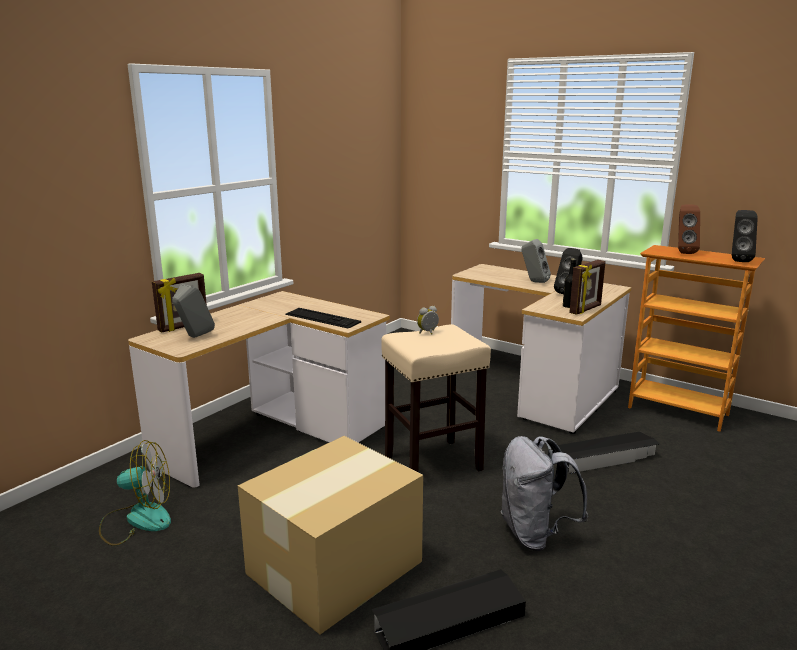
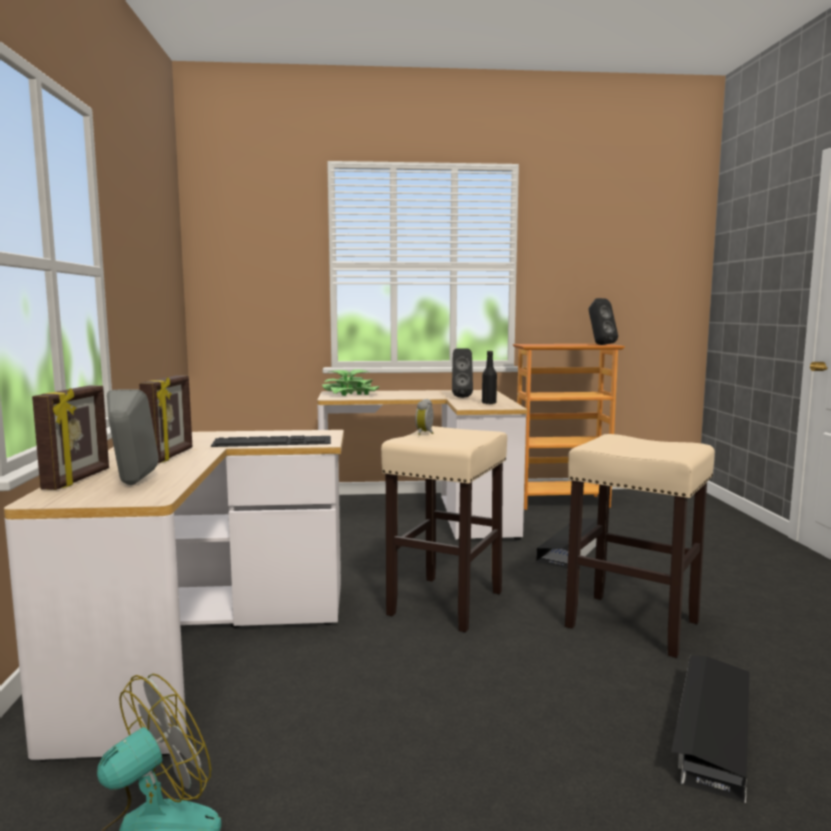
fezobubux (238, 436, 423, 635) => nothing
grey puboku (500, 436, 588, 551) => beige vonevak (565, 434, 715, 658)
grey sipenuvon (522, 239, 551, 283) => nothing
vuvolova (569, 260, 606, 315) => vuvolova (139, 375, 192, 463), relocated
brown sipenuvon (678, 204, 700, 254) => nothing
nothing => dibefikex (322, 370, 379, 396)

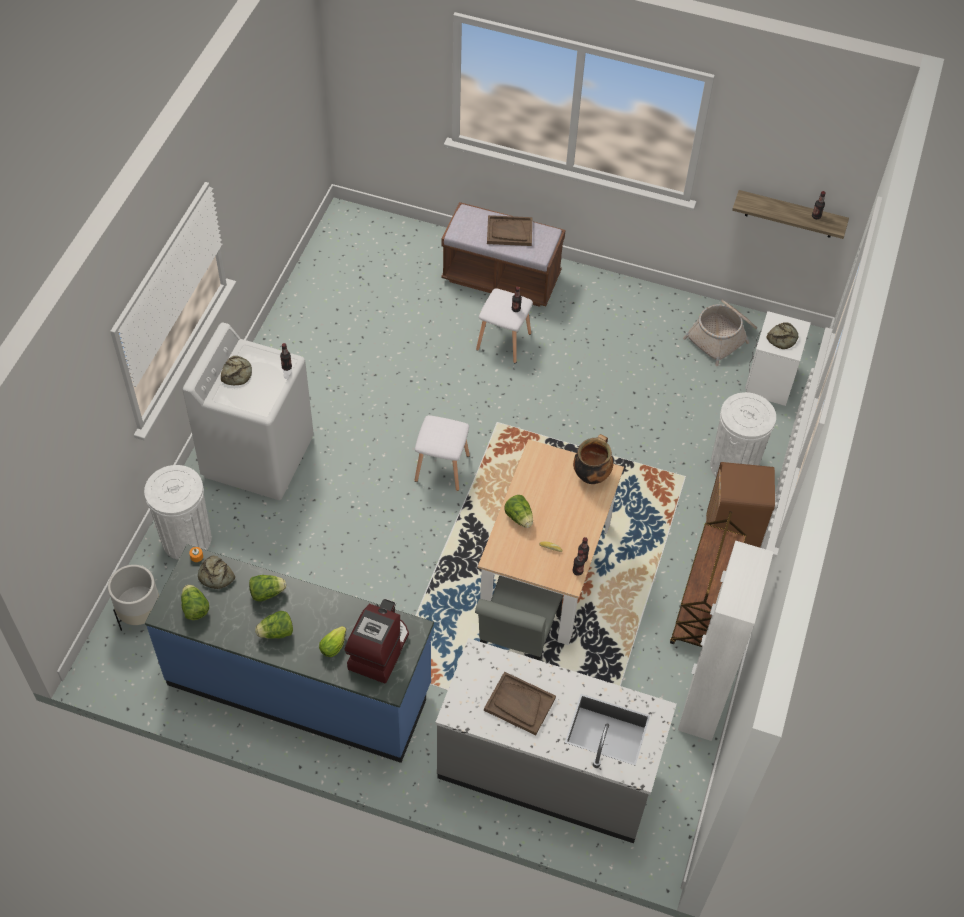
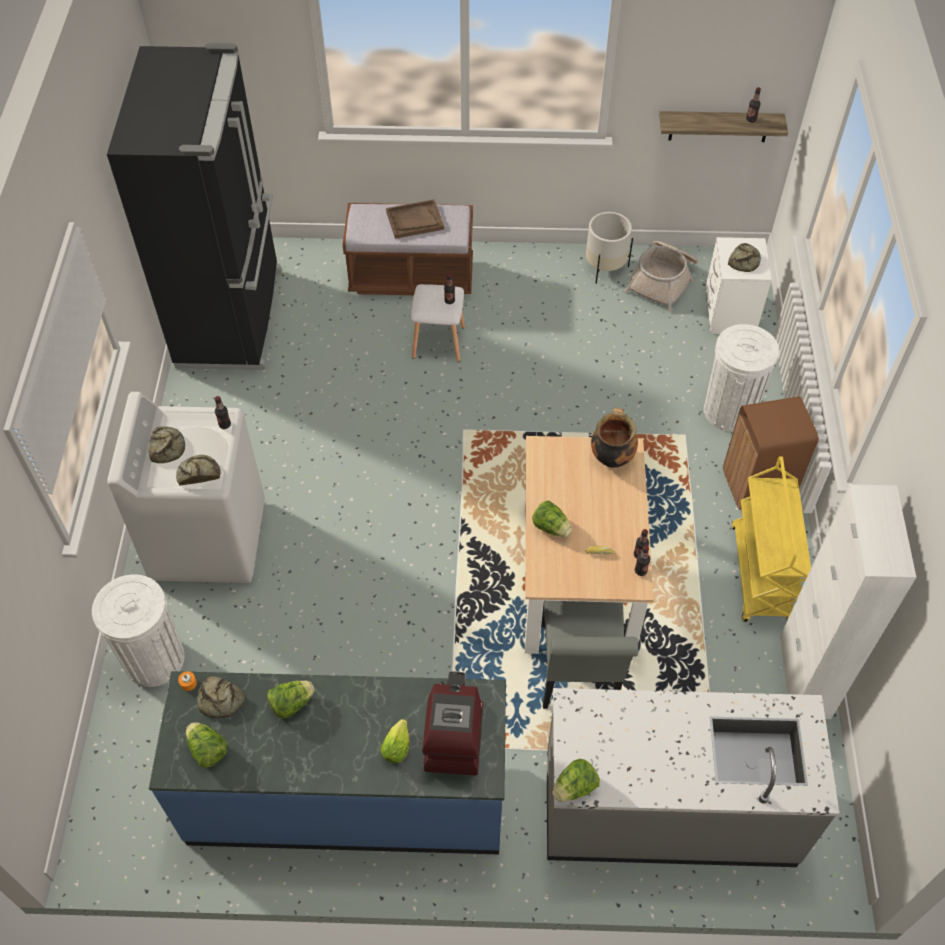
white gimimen (108, 565, 159, 631) => white gimimen (586, 212, 633, 284), relocated
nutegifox (255, 611, 293, 639) => nutegifox (552, 759, 600, 802), relocated
white vonevak (414, 415, 470, 491) => nothing
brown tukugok (484, 672, 556, 735) => nothing
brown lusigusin (670, 511, 746, 647) => yellow lusigusin (732, 456, 811, 622)
nothing => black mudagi (107, 43, 282, 370)
nothing => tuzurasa (176, 455, 221, 486)

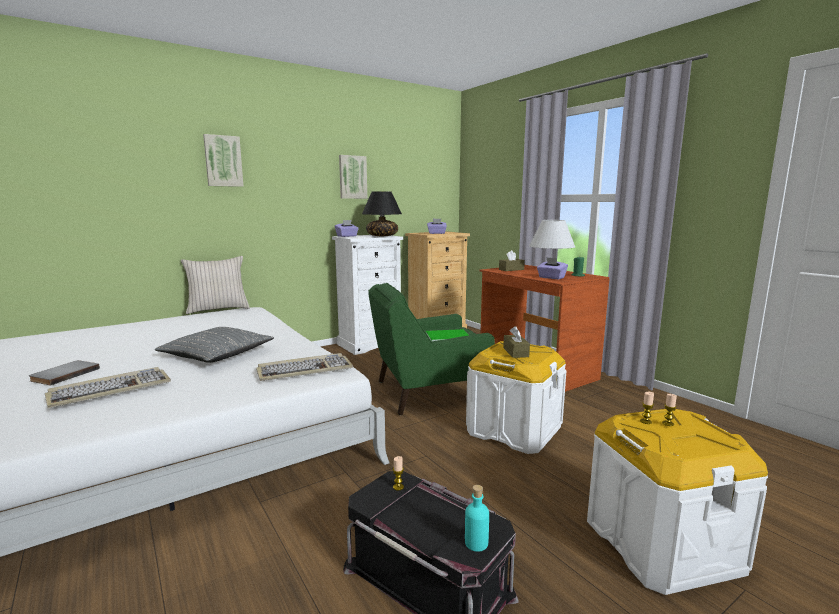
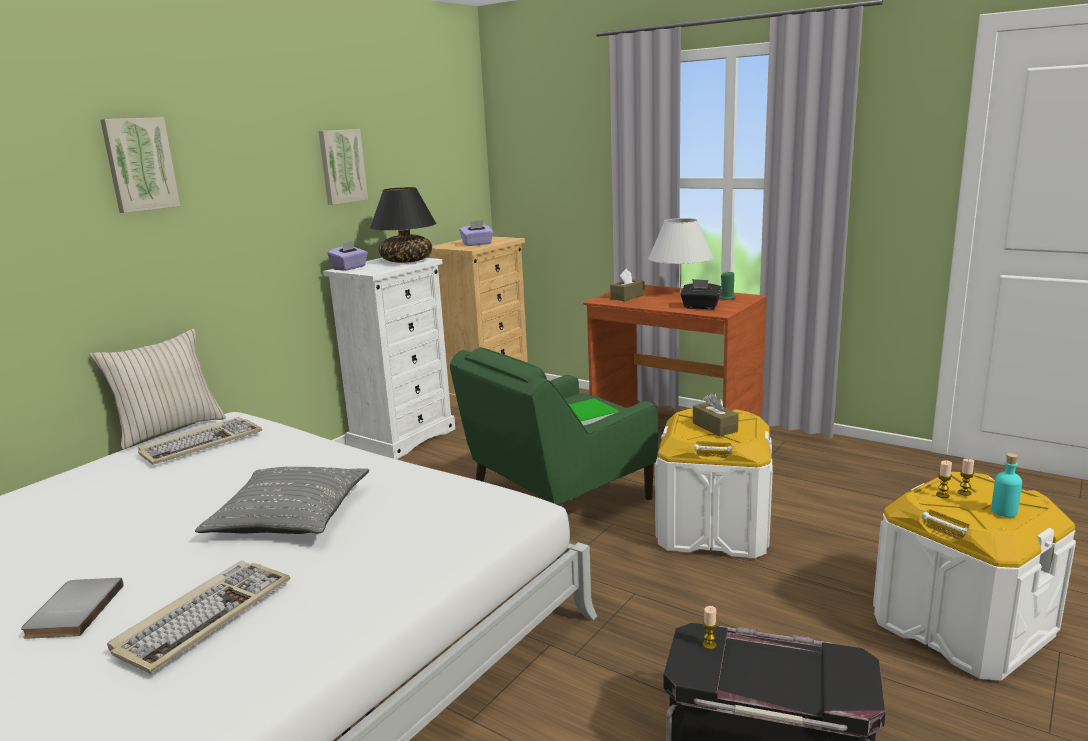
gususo (256, 353, 353, 381) => gususo (138, 417, 262, 465), relocated
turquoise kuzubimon (465, 485, 489, 552) => turquoise kuzubimon (991, 453, 1022, 517), relocated
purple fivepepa (537, 257, 568, 279) => black fivepepa (681, 279, 721, 309)

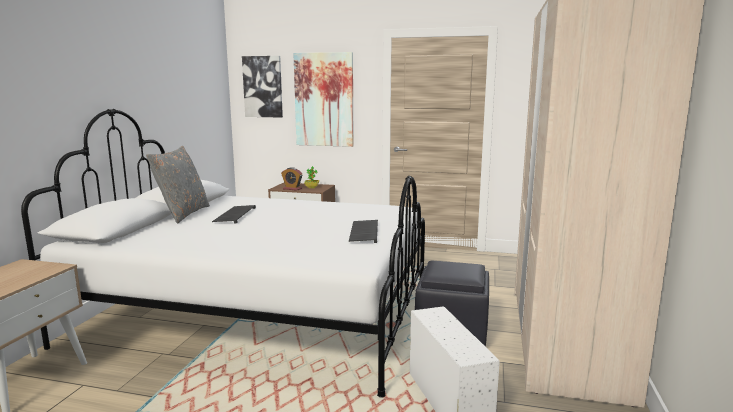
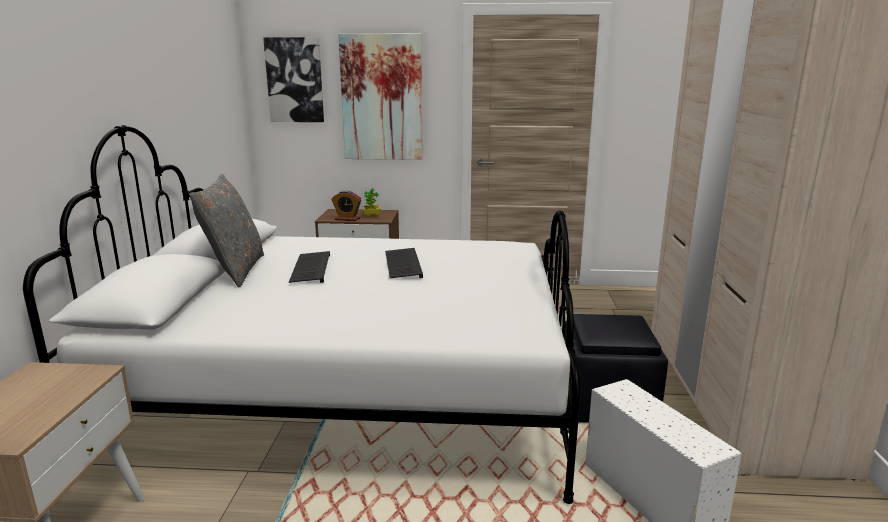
gususo (349, 220, 378, 243) => gususo (385, 248, 423, 278), relocated

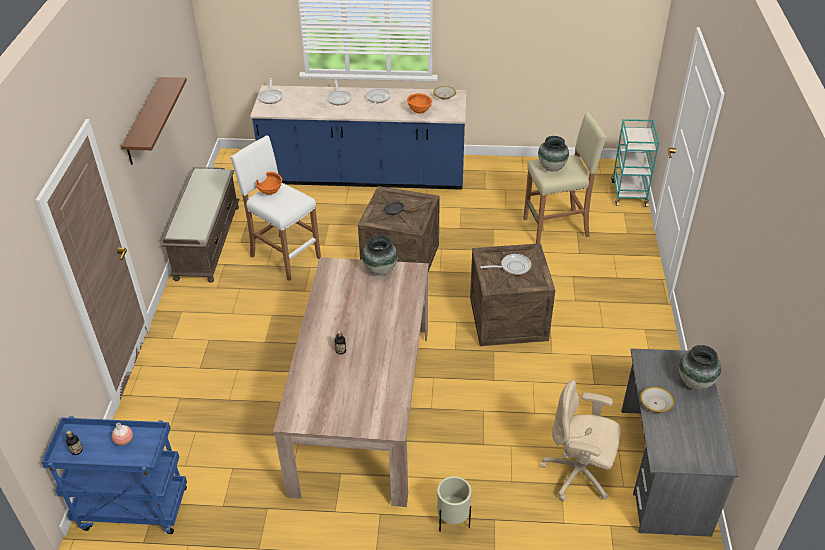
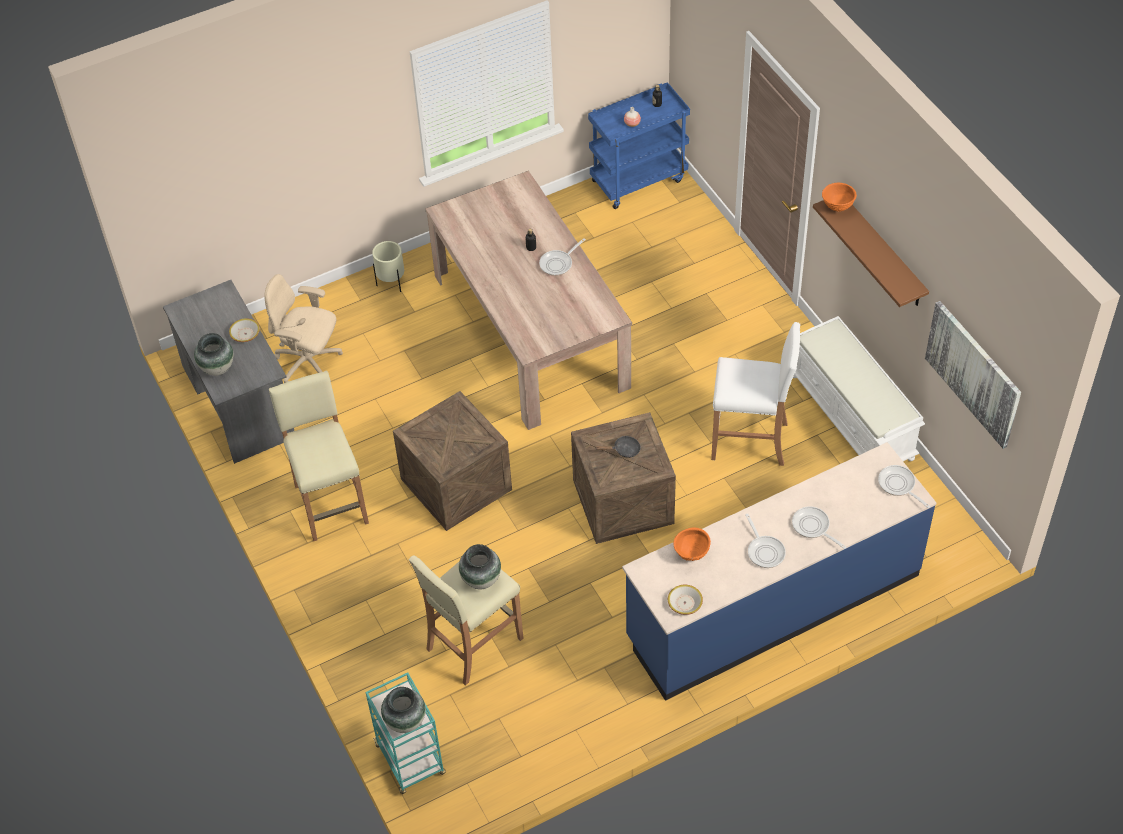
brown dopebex (162, 167, 239, 283) => white dopebex (793, 316, 925, 461)
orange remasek (256, 172, 282, 195) => orange remasek (822, 182, 857, 212), relocated
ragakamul (362, 235, 398, 276) => ragakamul (381, 687, 426, 733), relocated
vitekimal (480, 254, 531, 275) => vitekimal (539, 238, 586, 276), relocated
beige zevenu (541, 380, 621, 501) => beige zevenu (264, 274, 343, 383), 150 degrees counterclockwise
nothing => beige vonevak (269, 371, 369, 541)
nothing => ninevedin (925, 301, 1021, 449)

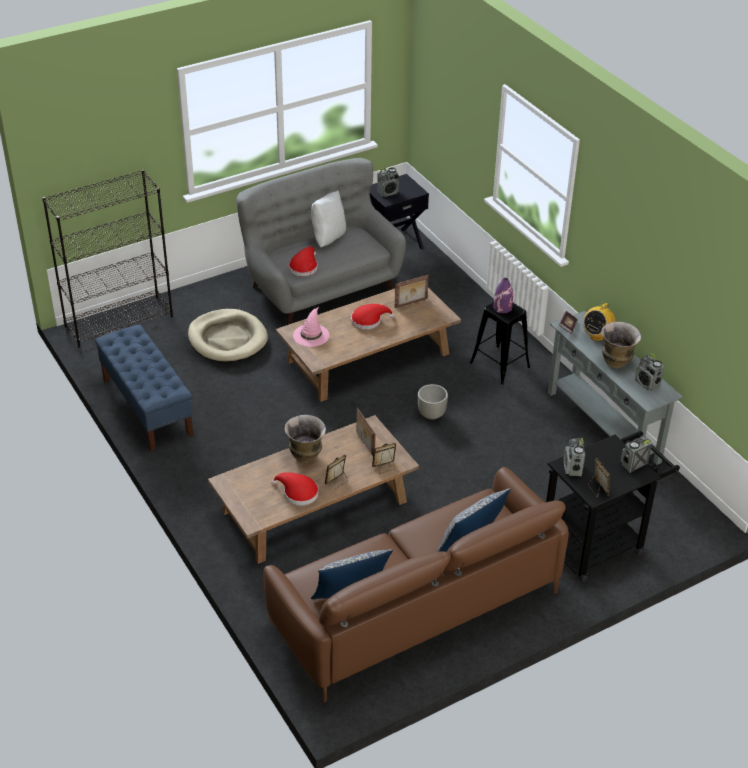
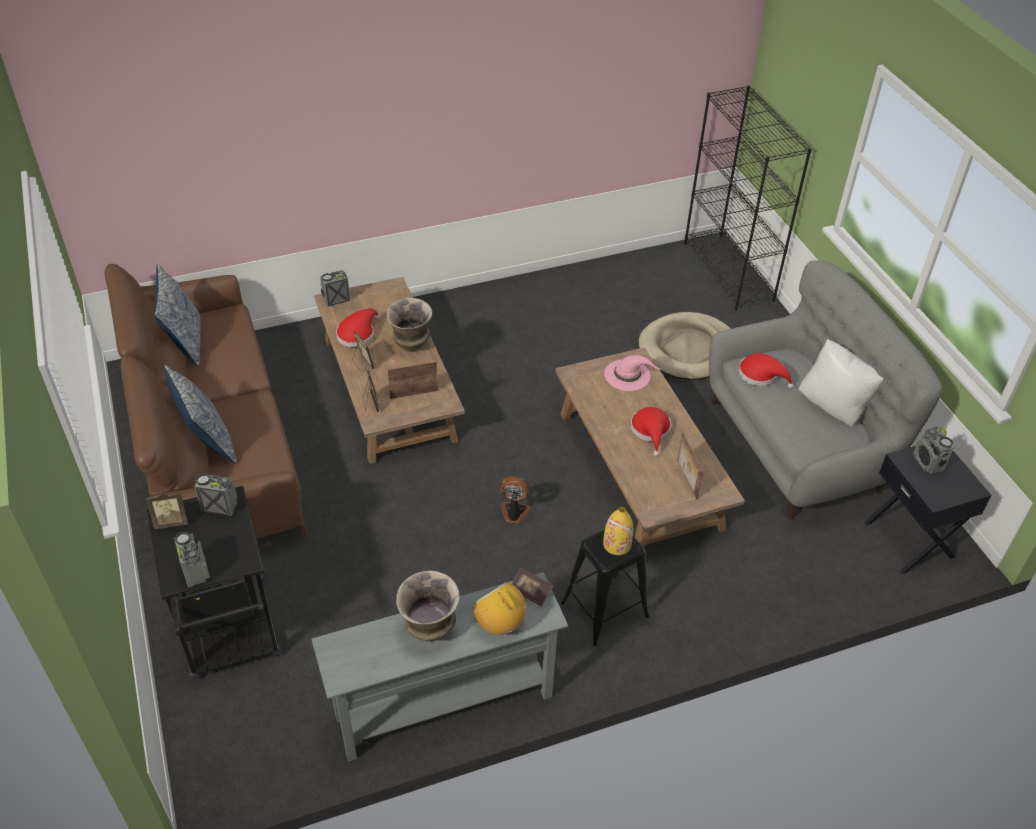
blue dopebex (95, 325, 193, 452) => nothing
grey gimimen (418, 384, 448, 420) => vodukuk (500, 476, 531, 524)
purple ragakamul (494, 278, 513, 313) => yellow ragakamul (603, 507, 633, 555)
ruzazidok (635, 353, 664, 391) => ruzazidok (320, 270, 350, 307), relocated

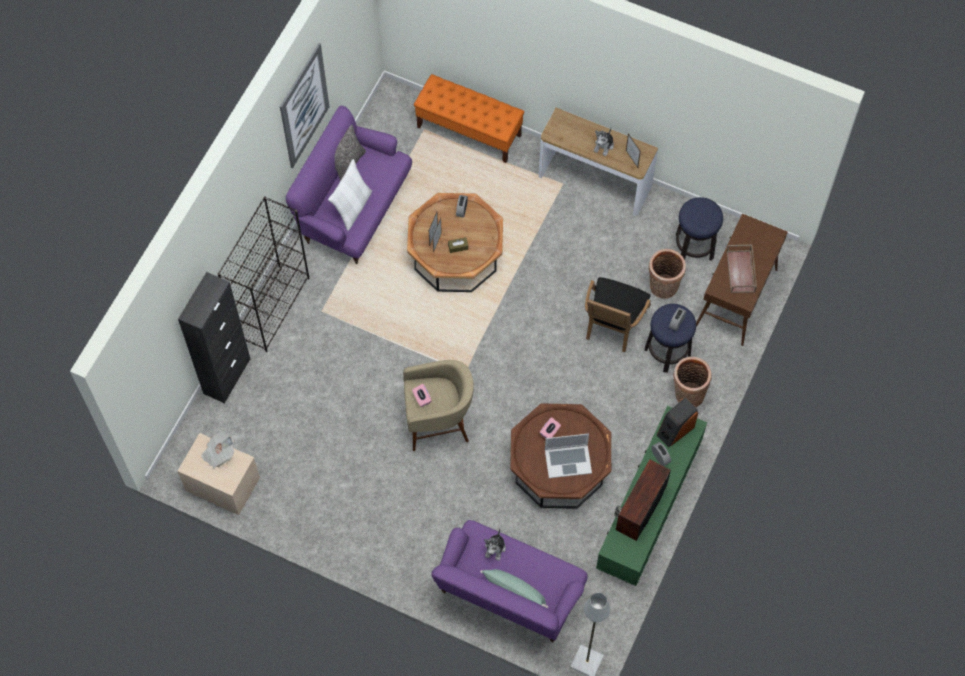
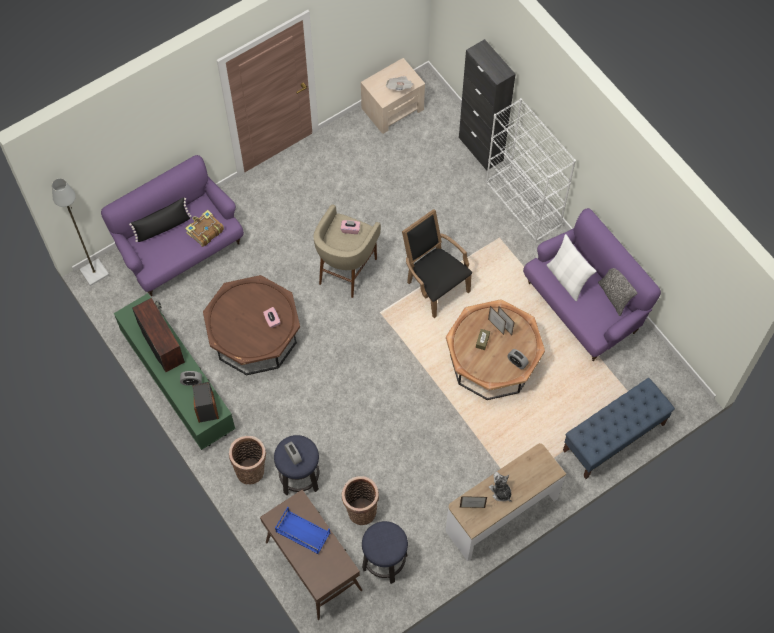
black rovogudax (218, 196, 310, 352) => white rovogudax (486, 98, 576, 243)
ninevedin (280, 43, 329, 169) => nothing
orange dopebex (414, 74, 524, 163) => blue dopebex (563, 378, 675, 479)
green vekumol (480, 569, 548, 608) => black vekumol (129, 198, 192, 242)
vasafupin (484, 529, 506, 561) => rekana (185, 210, 224, 247)
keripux (545, 434, 592, 478) => nothing
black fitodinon (585, 277, 651, 352) => black fitodinon (402, 209, 472, 318), relocated
brown tukugok (727, 244, 757, 293) => blue tukugok (275, 507, 330, 554)

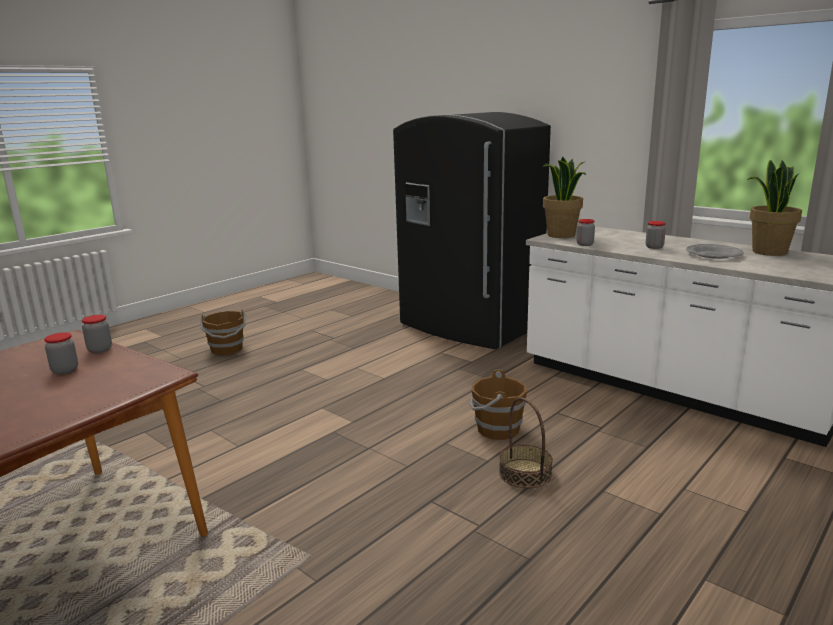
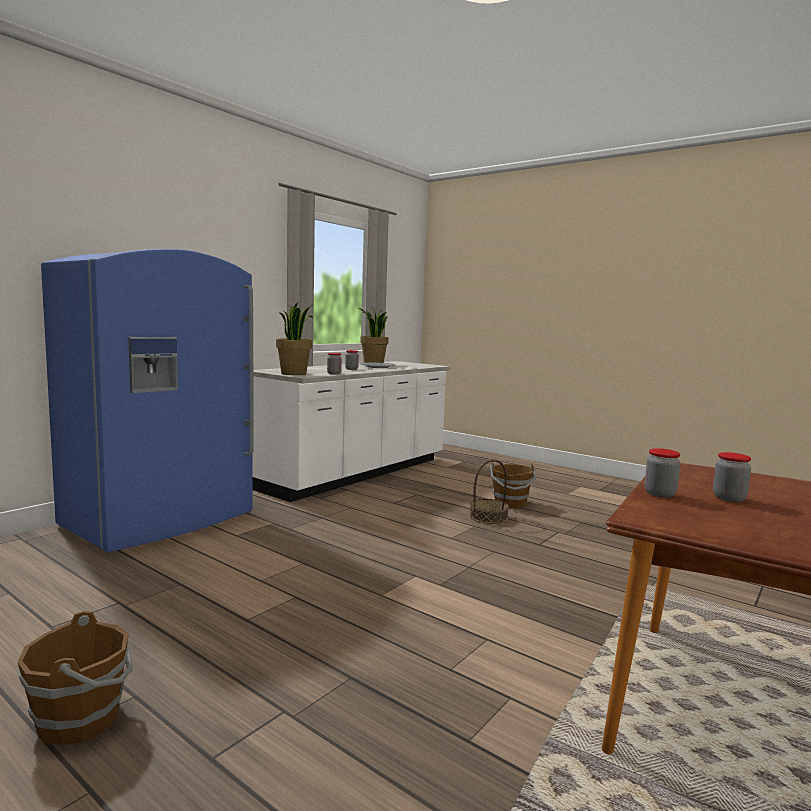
black mudagi (393, 112, 551, 349) => blue mudagi (41, 249, 254, 552)
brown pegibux (469, 369, 527, 440) => brown pegibux (490, 462, 536, 508), relocated

